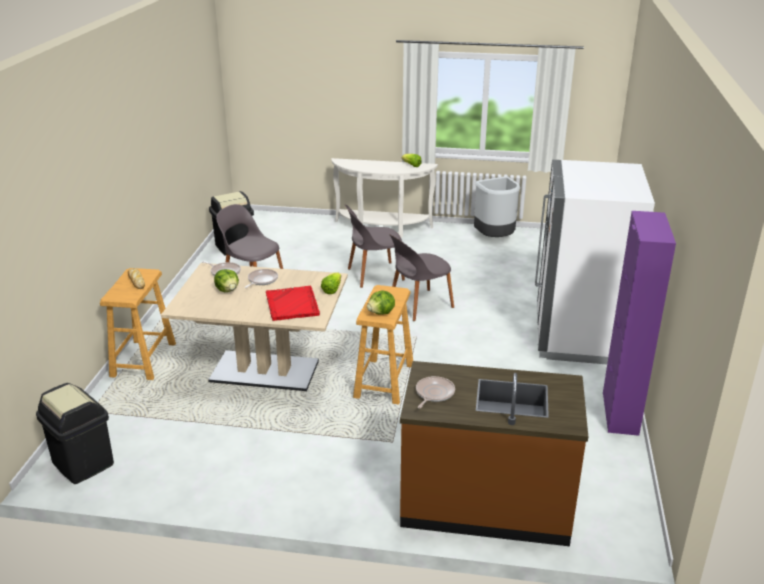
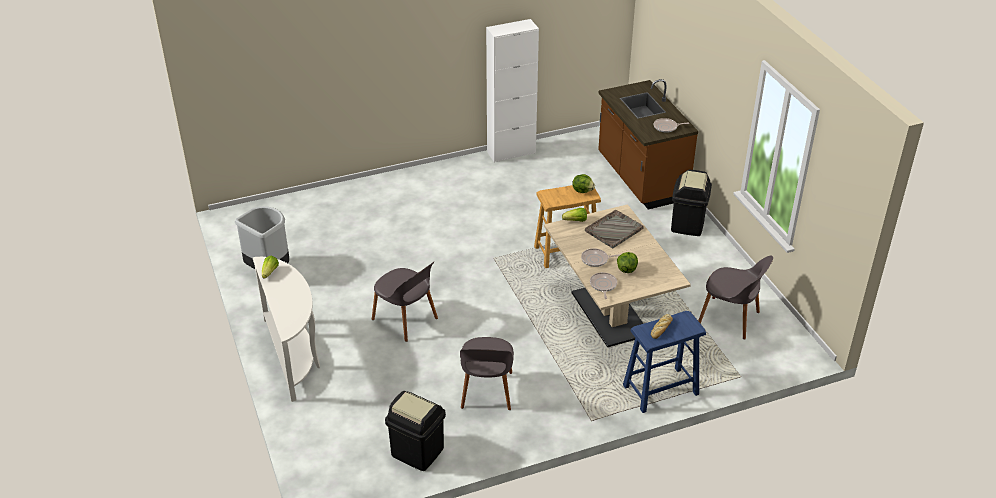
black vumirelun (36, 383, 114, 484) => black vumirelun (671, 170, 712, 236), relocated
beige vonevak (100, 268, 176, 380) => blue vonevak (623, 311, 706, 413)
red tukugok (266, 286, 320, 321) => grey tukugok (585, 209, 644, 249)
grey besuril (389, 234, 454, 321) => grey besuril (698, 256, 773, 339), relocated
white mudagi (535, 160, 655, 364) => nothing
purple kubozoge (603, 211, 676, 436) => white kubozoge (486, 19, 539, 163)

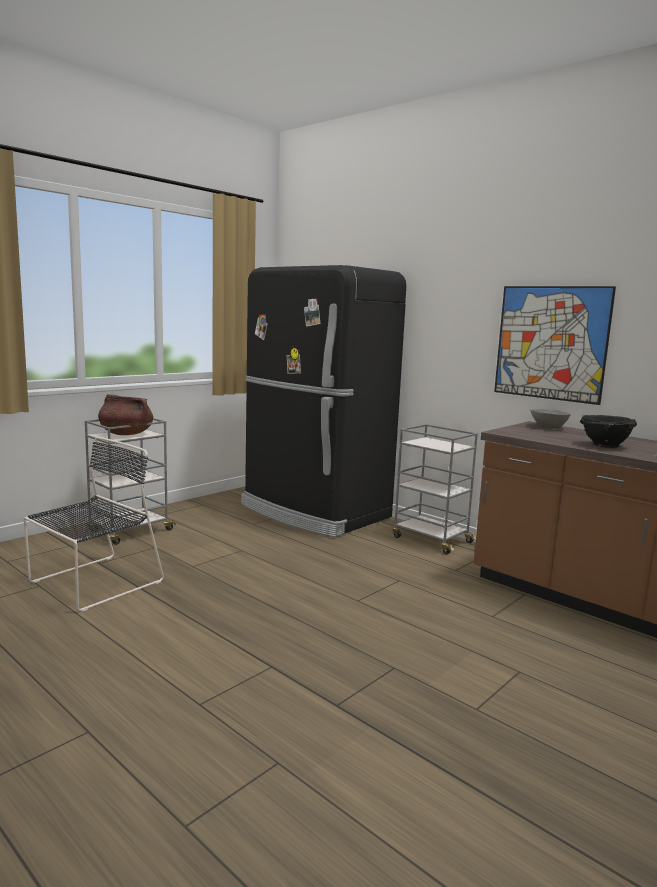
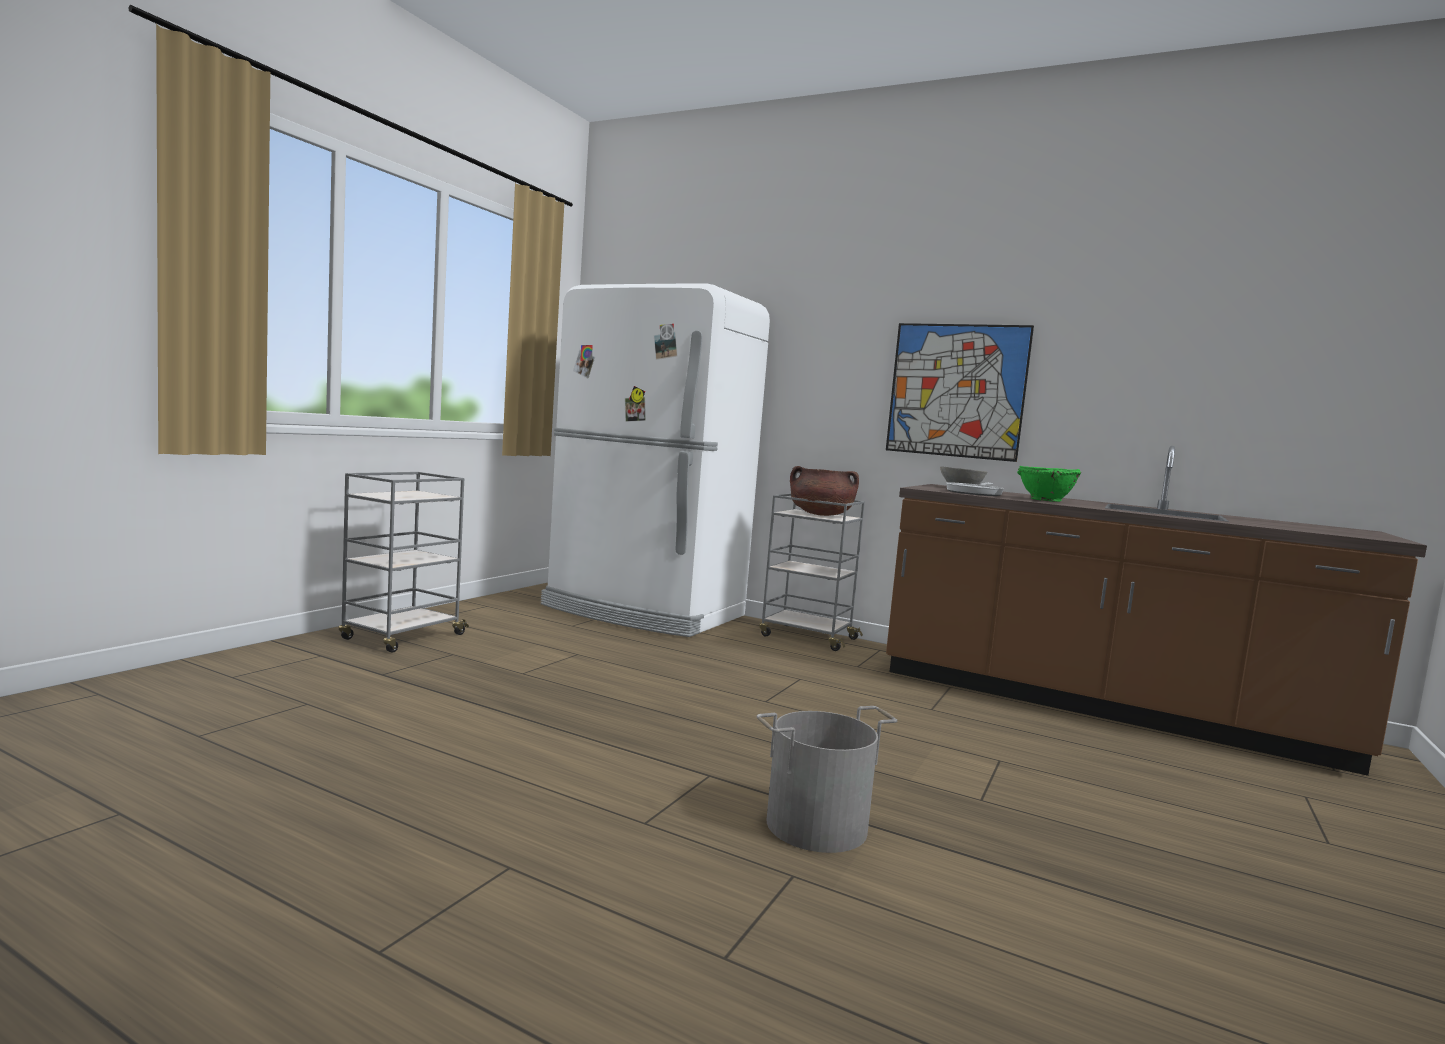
black besuril (24, 437, 164, 612) => nothing
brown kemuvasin (98, 394, 153, 435) => brown kemuvasin (790, 466, 859, 516), relocated
black mudagi (241, 265, 406, 537) => white mudagi (541, 283, 770, 637)
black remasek (580, 415, 637, 448) => green remasek (1017, 466, 1081, 502)
nothing => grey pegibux (757, 706, 897, 853)
nothing => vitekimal (946, 482, 1004, 496)

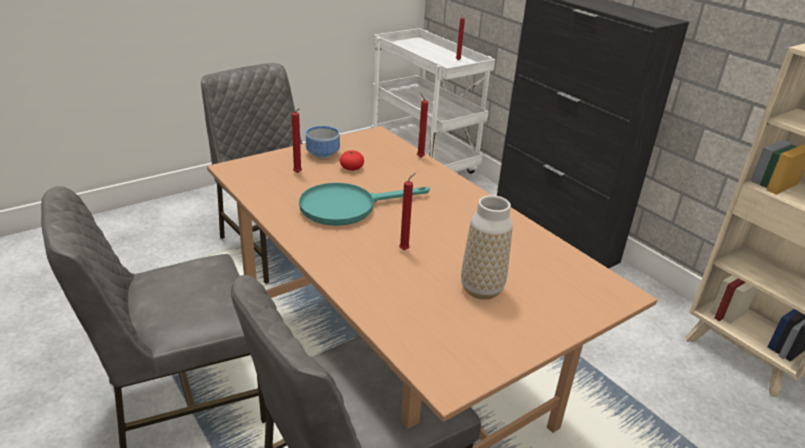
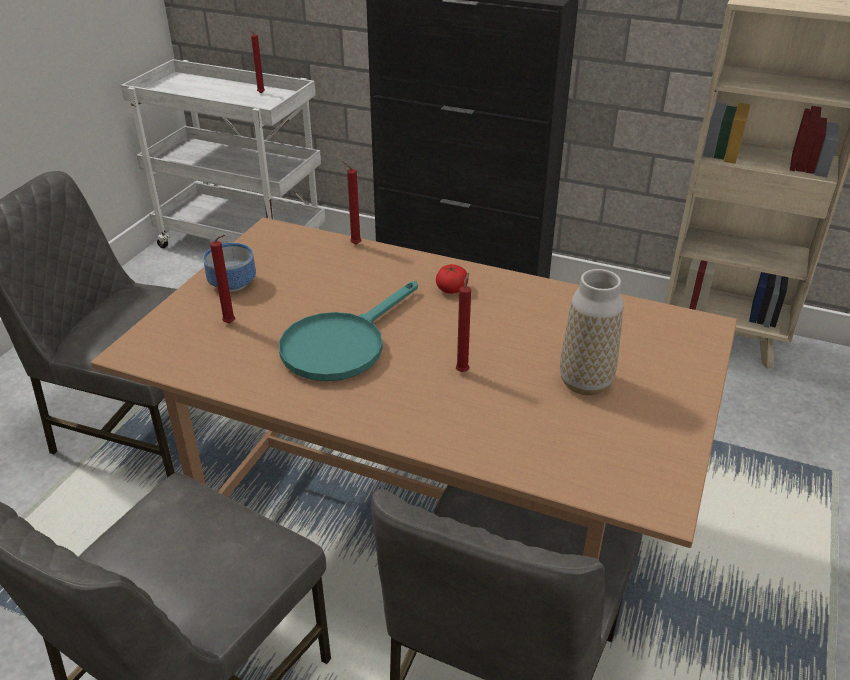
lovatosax (340, 150, 364, 170) => lovatosax (436, 264, 468, 294), relocated

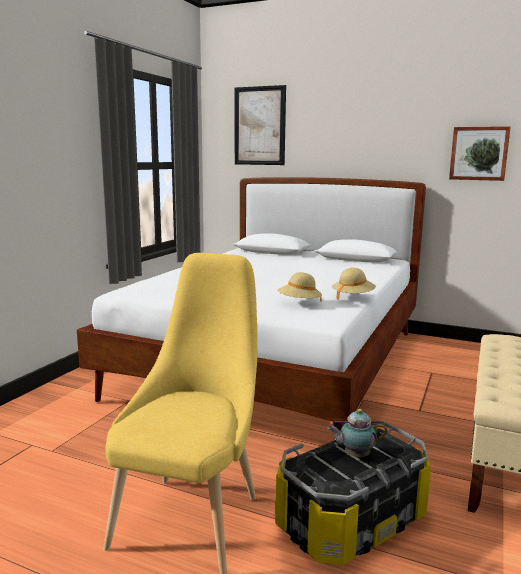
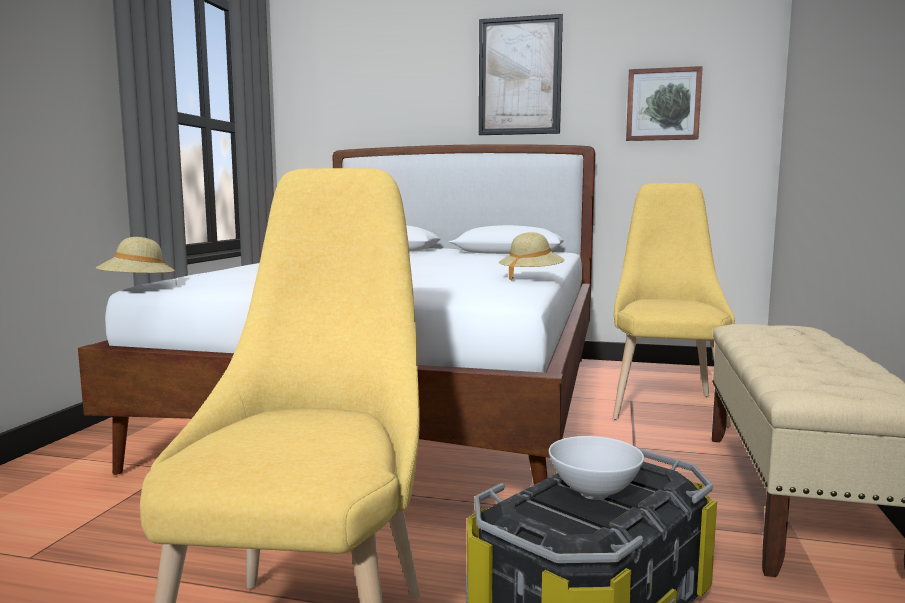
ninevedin (235, 85, 286, 165) => ninevedin (479, 14, 563, 135), relocated
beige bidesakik (277, 272, 322, 301) => beige bidesakik (96, 237, 177, 286), relocated
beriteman (327, 409, 388, 457) => white remasek (549, 436, 644, 500)
nothing => yellow besuril (613, 183, 735, 428)

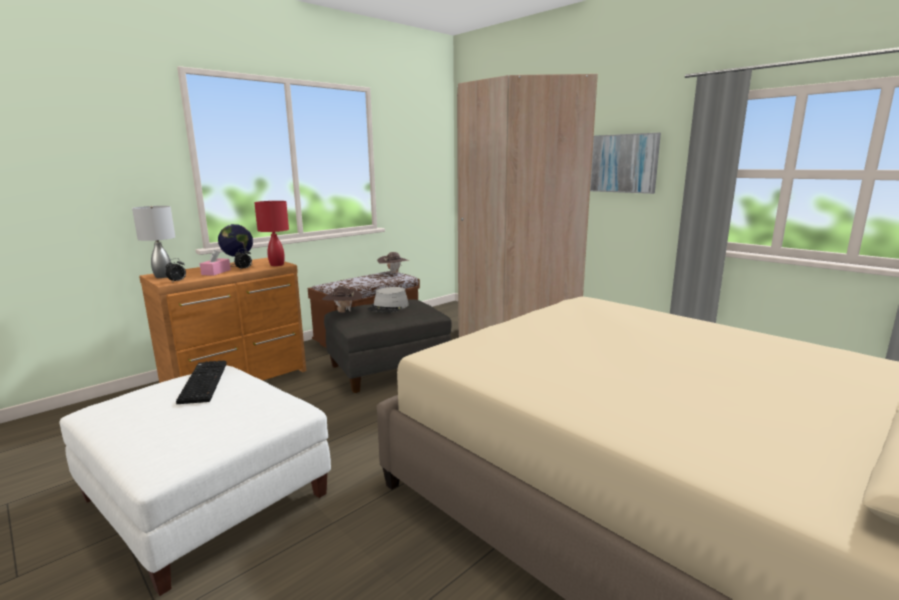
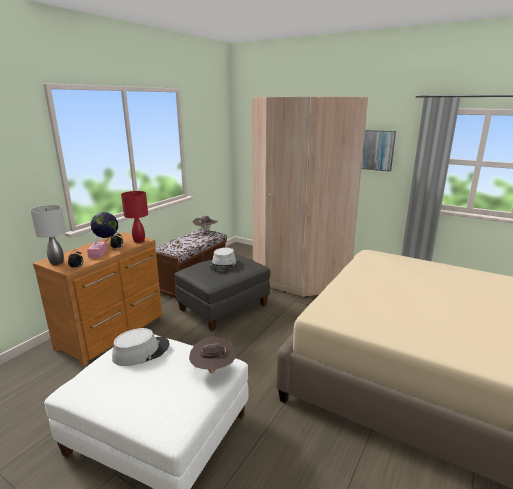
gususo (176, 361, 227, 404) => grey bidesakik (112, 328, 169, 366)
brown bidesakik (322, 286, 362, 313) => brown bidesakik (189, 336, 236, 373), relocated

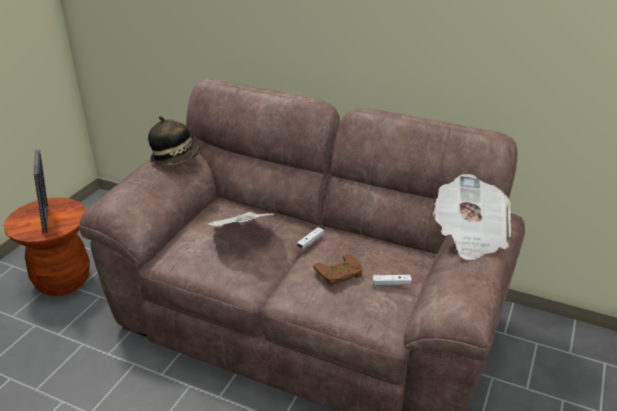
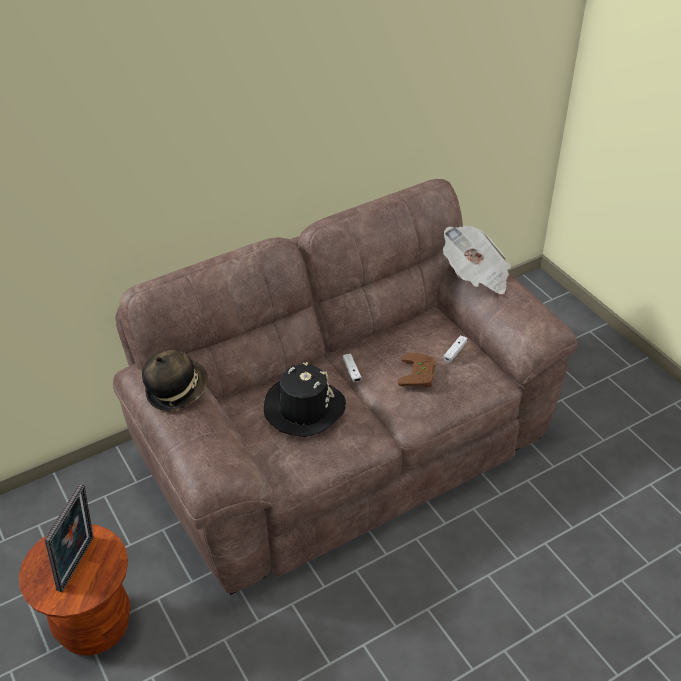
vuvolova (34, 150, 48, 233) => vuvolova (45, 484, 94, 592), 90 degrees clockwise
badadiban (208, 212, 274, 226) => black bidesakik (264, 362, 346, 437)

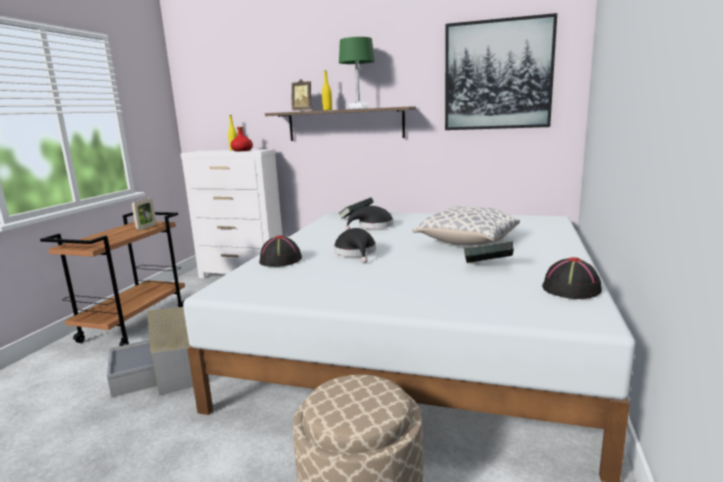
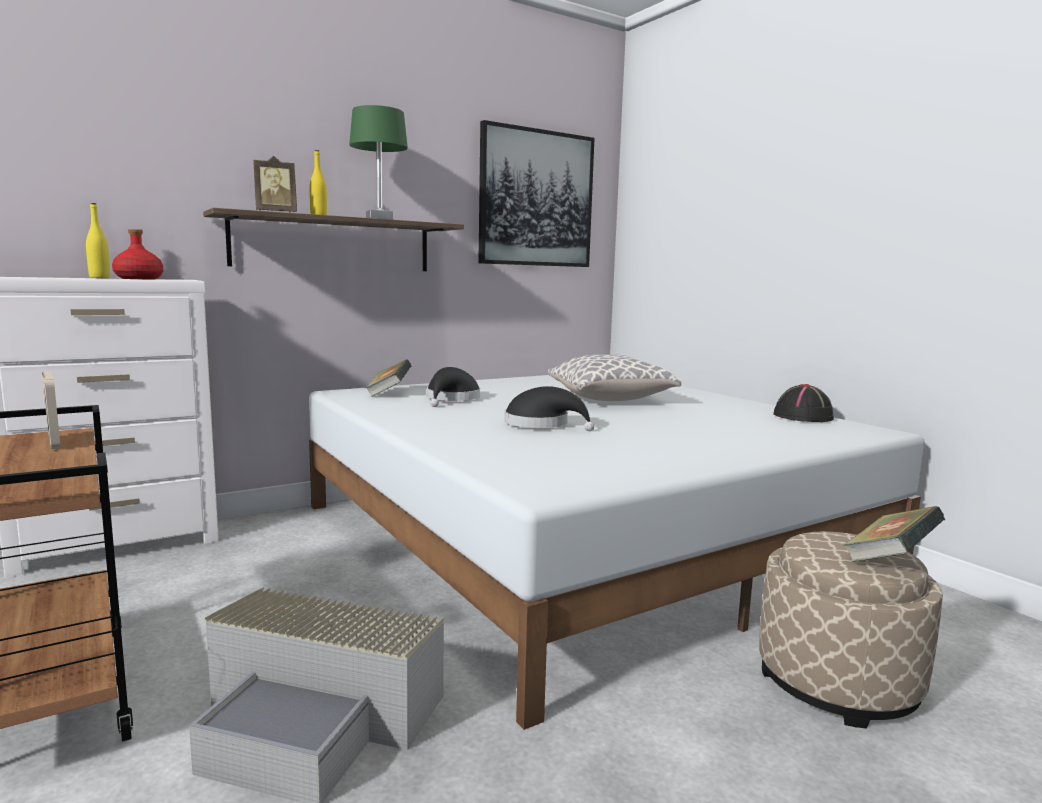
black bidesakik (259, 235, 302, 267) => nothing
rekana (464, 241, 514, 263) => rekana (843, 506, 945, 562), relocated

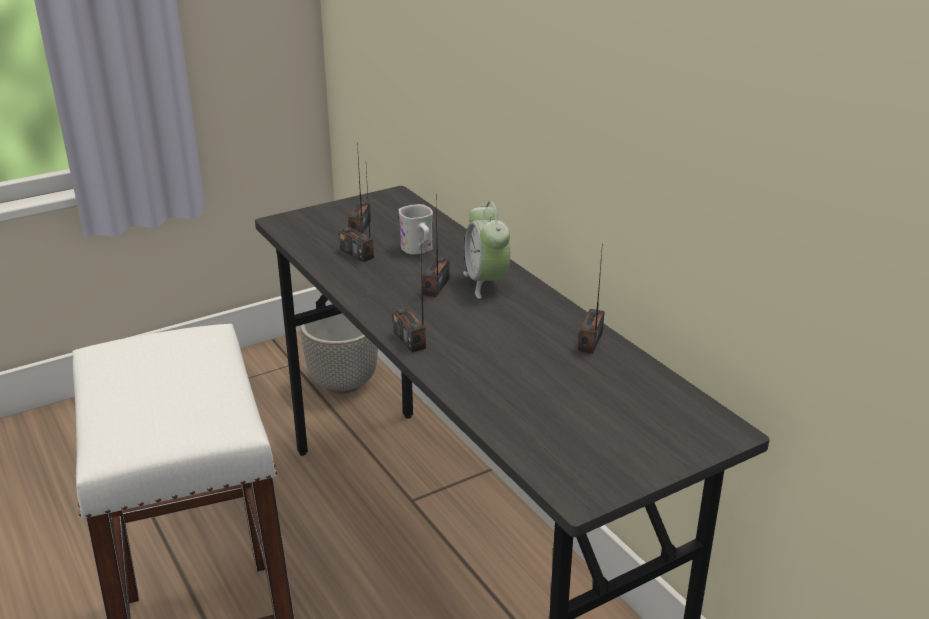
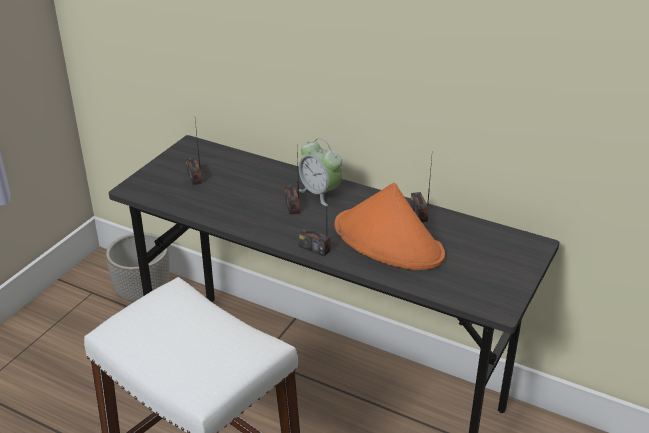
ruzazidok (339, 169, 374, 262) => nothing
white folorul (398, 204, 433, 254) => nothing
nothing => orange bidesakik (334, 182, 445, 270)

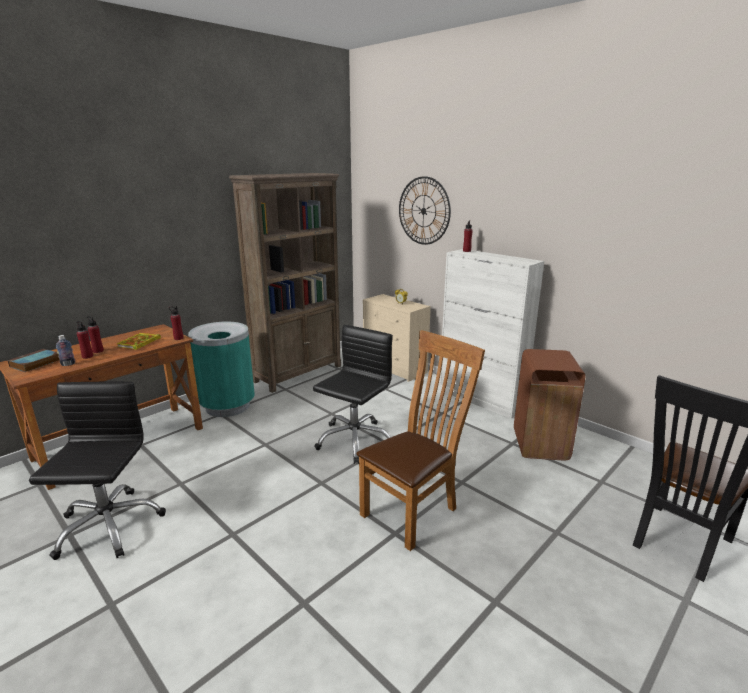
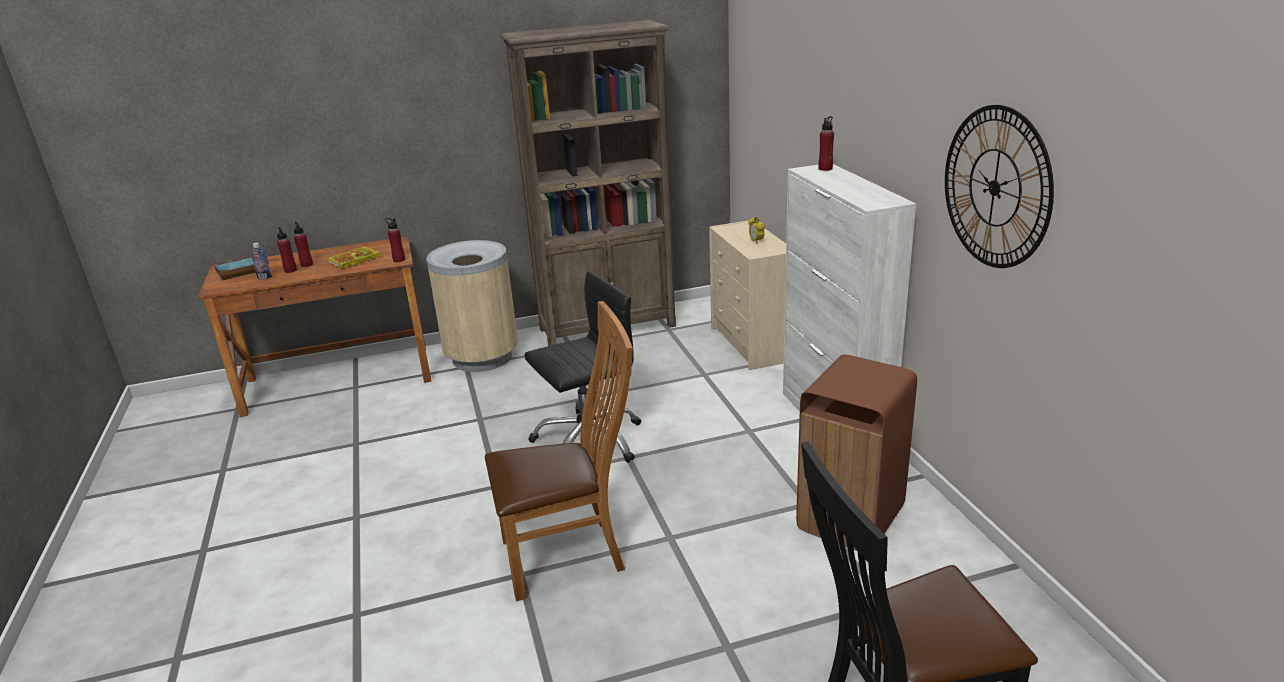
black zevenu (29, 382, 166, 560) => nothing
turquoise vumirelun (188, 322, 255, 417) => beige vumirelun (426, 240, 518, 372)
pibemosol (399, 176, 451, 245) => pibemosol (945, 105, 1054, 268), relocated

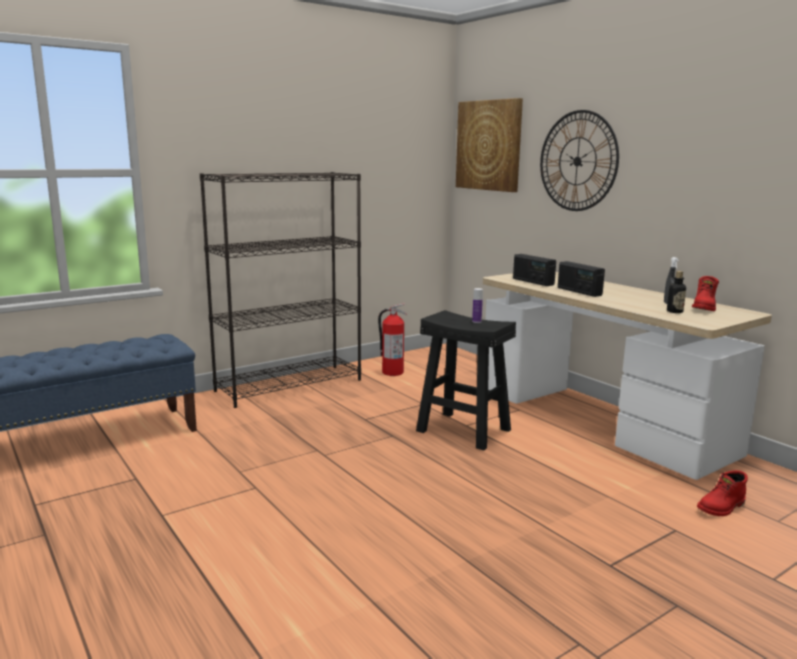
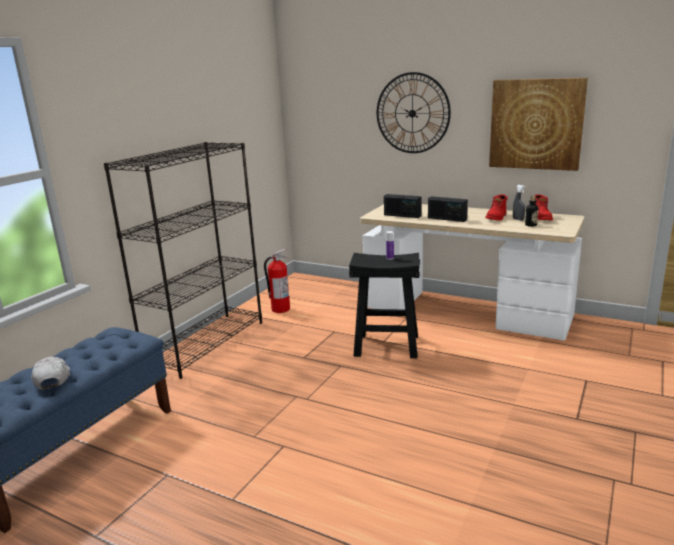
ninevedin (456, 98, 523, 192) => ninevedin (489, 78, 588, 171), relocated
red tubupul (697, 470, 748, 516) => red tubupul (485, 194, 507, 221), relocated
nothing => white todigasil (32, 357, 70, 390)

